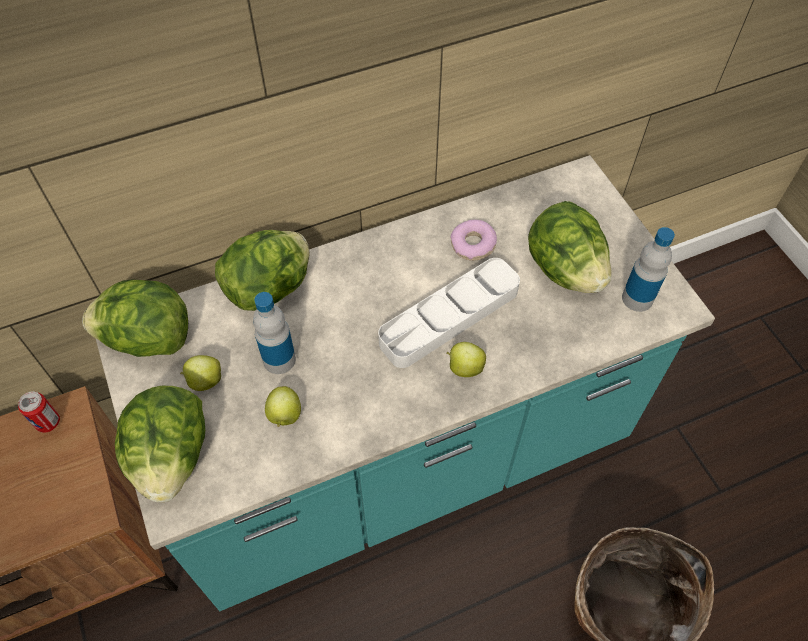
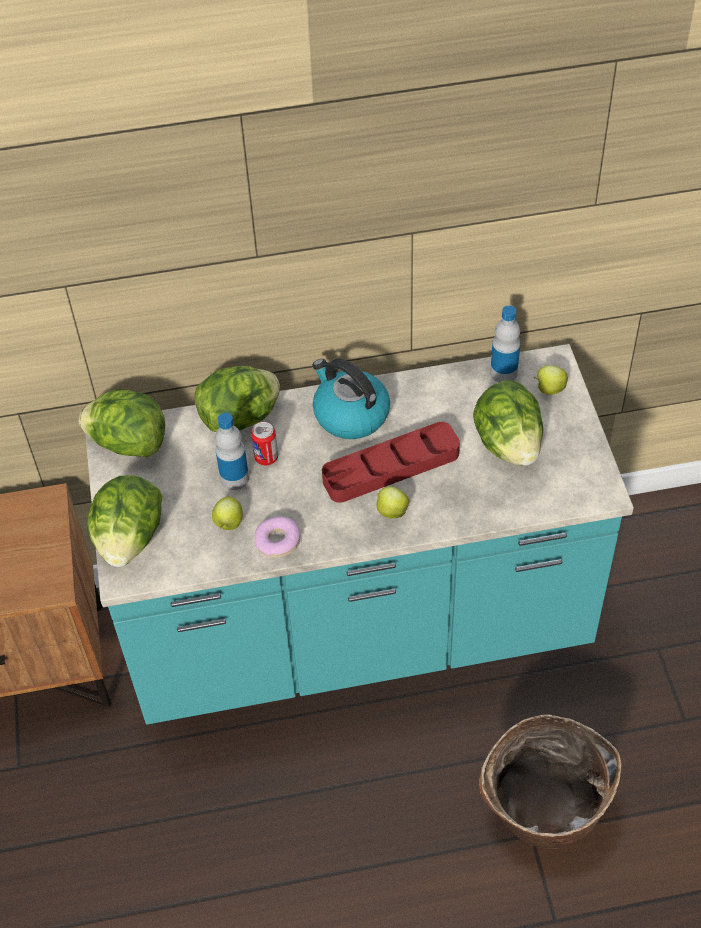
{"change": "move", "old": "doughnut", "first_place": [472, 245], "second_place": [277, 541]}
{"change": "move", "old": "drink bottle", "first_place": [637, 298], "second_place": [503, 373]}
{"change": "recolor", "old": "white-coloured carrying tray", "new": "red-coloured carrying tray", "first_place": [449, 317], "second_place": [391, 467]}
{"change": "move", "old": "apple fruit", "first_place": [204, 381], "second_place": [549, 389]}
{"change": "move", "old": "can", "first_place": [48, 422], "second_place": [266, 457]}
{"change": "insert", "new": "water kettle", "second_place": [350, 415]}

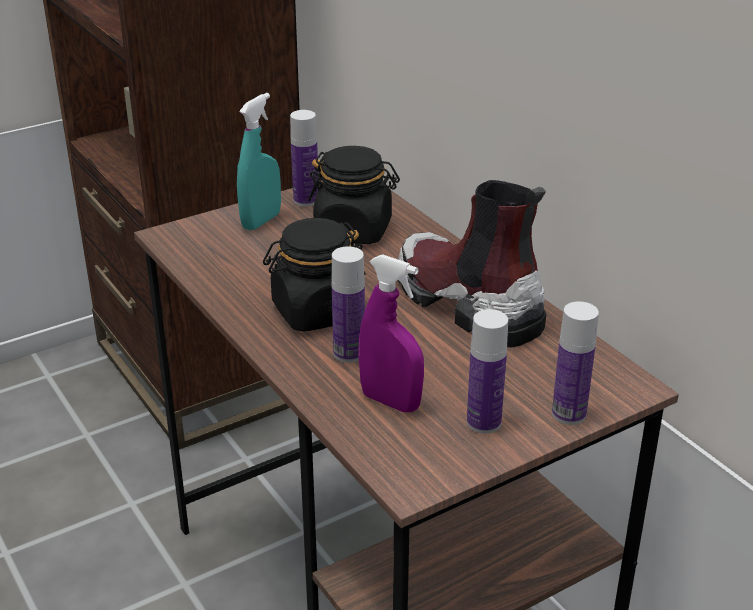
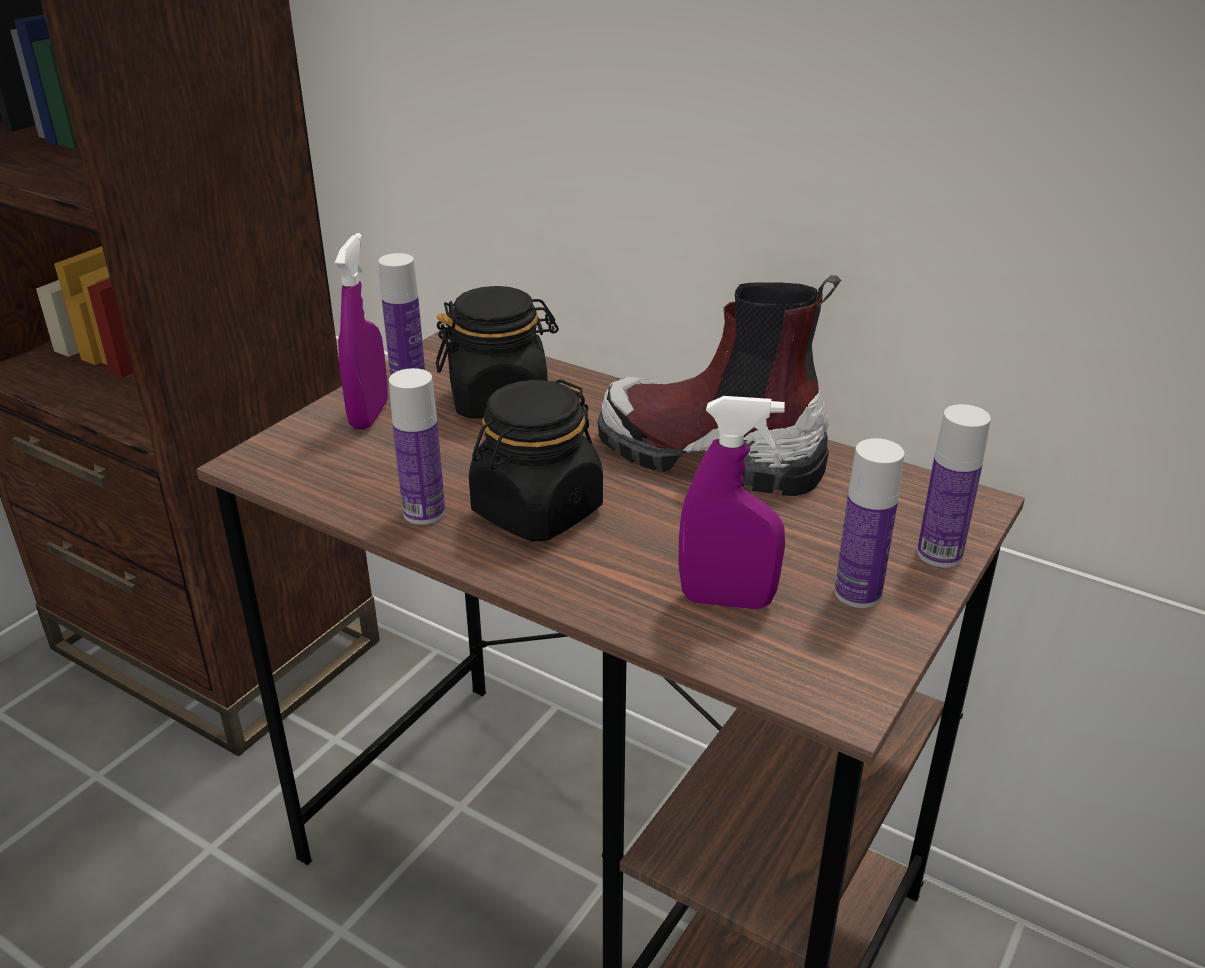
{"change": "recolor", "old": "blue-green hand sprayer", "new": "purple hand sprayer", "first_place": [261, 221], "second_place": [369, 415]}
{"change": "move", "old": "drink bottle", "first_place": [349, 353], "second_place": [424, 512]}

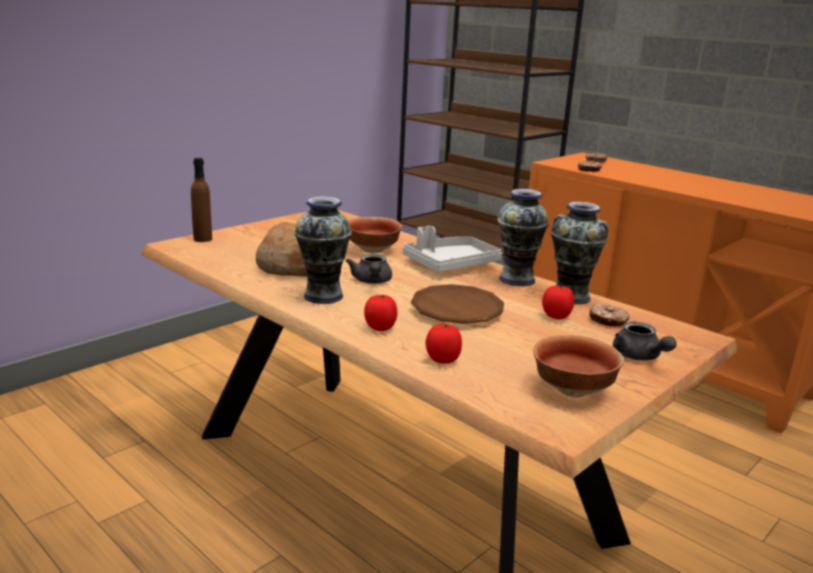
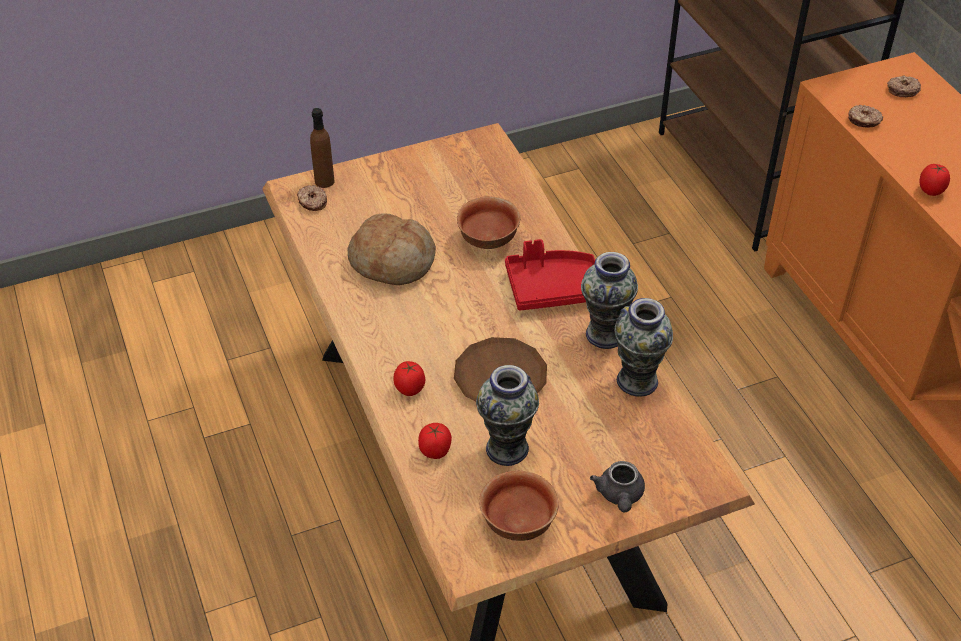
{"change": "move", "old": "flower vase", "first_place": [324, 296], "second_place": [507, 448]}
{"change": "recolor", "old": "gray carrying tray", "new": "red-coloured carrying tray", "first_place": [450, 264], "second_place": [553, 288]}
{"change": "delete", "old": "gray tea pot", "first_place": [371, 282]}
{"change": "move", "old": "fresh tomato", "first_place": [555, 316], "second_place": [930, 190]}
{"change": "move", "old": "doughnut", "first_place": [607, 321], "second_place": [312, 202]}

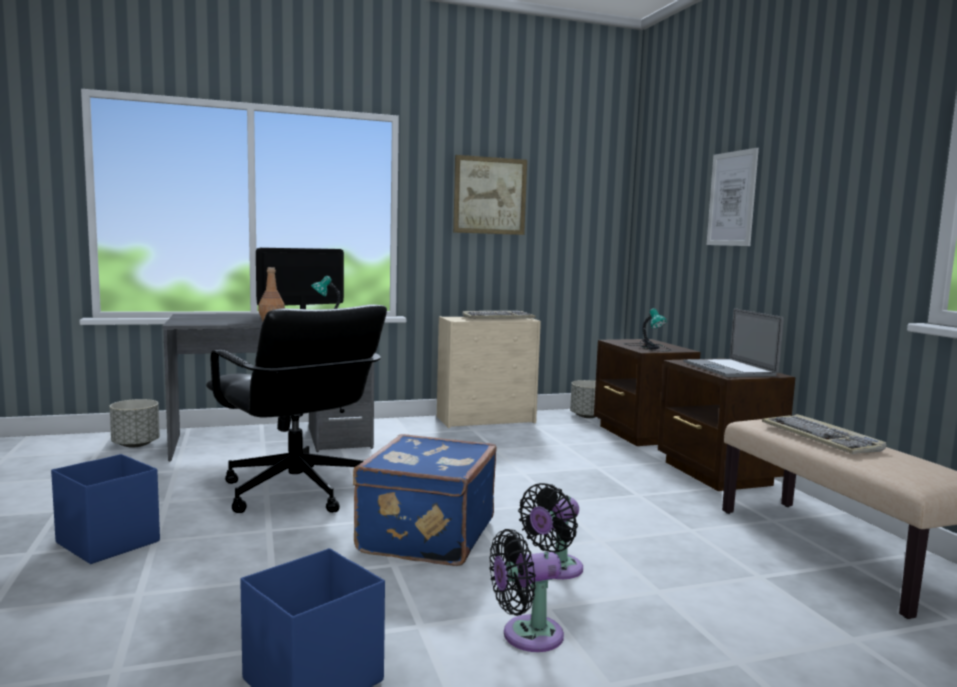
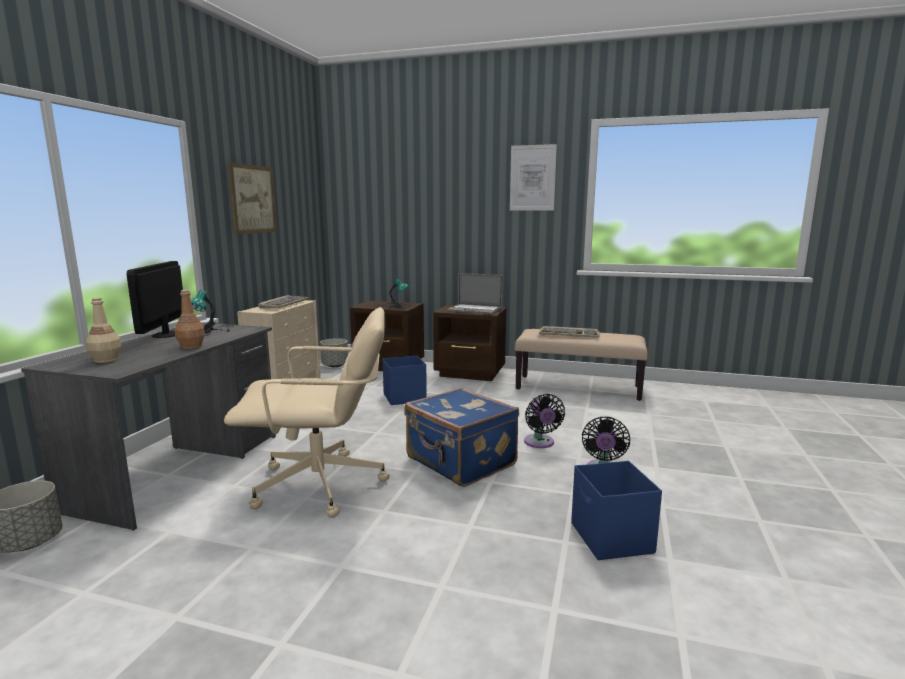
{"change": "move", "old": "wall art", "first_place": [732, 199], "second_place": [532, 178]}
{"change": "recolor", "old": "black-coloured office chair", "new": "beige office chair", "first_place": [295, 492], "second_place": [321, 485]}
{"change": "move", "old": "blue storage box", "first_place": [108, 542], "second_place": [404, 398]}
{"change": "insert", "new": "beige drink bottle", "second_place": [105, 360]}

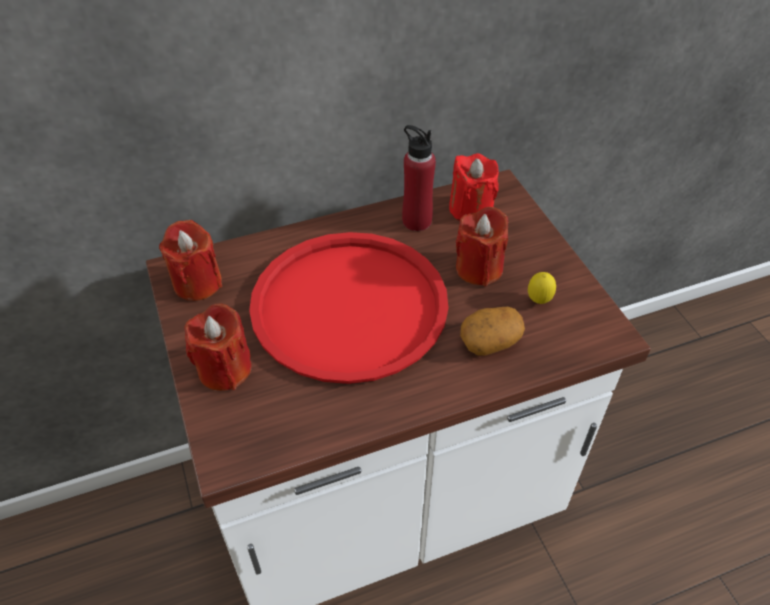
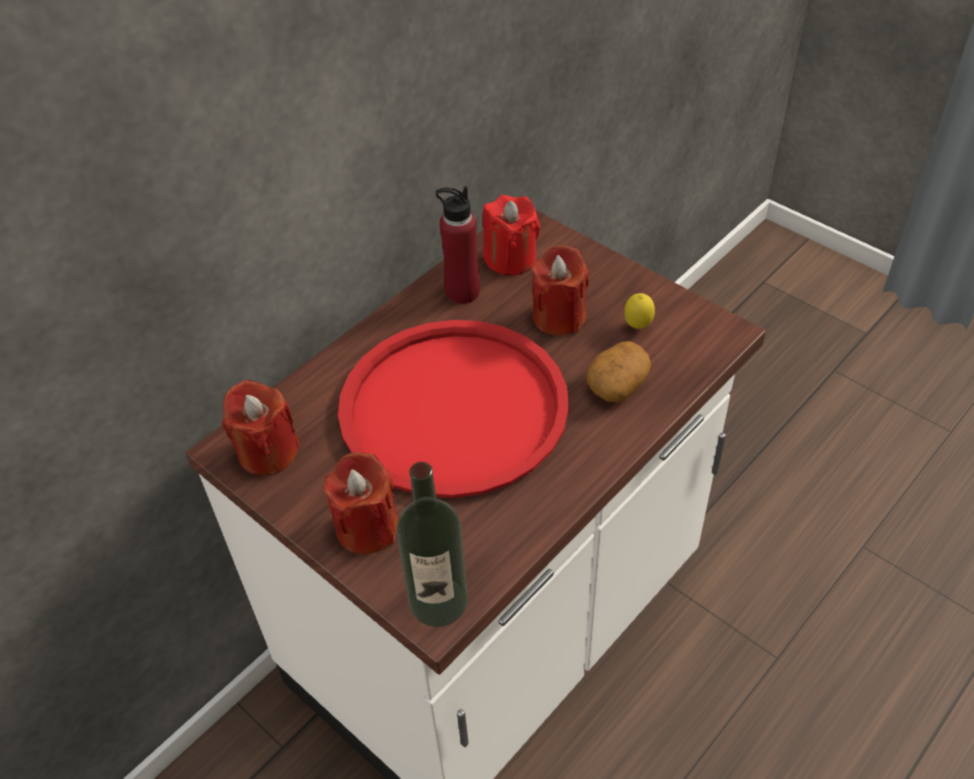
{"change": "insert", "new": "drink bottle", "second_place": [438, 601]}

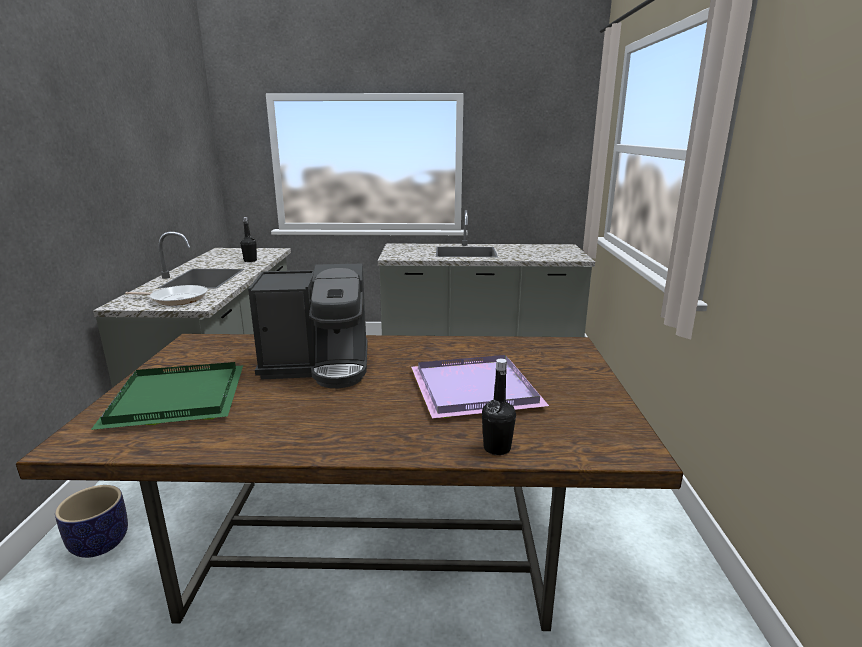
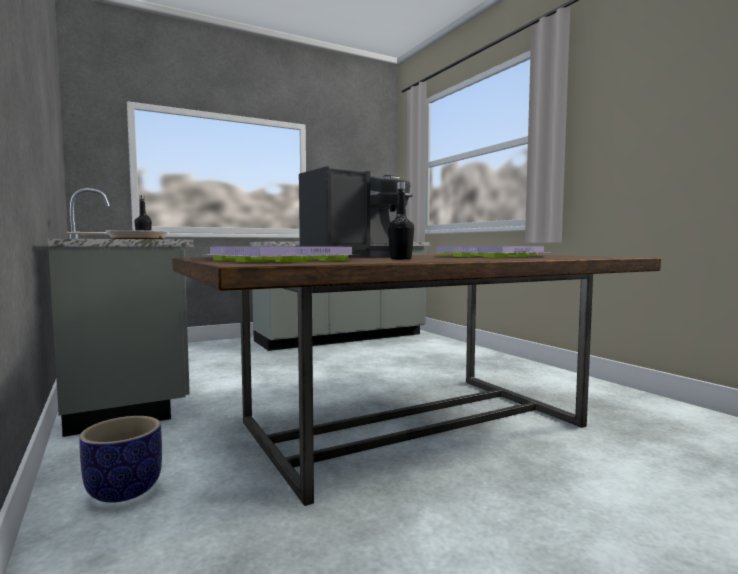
{"change": "move", "old": "black-coloured drink bottle", "first_place": [497, 448], "second_place": [400, 259]}
{"change": "recolor", "old": "green carrying tray", "new": "purple carrying tray", "first_place": [179, 399], "second_place": [283, 260]}

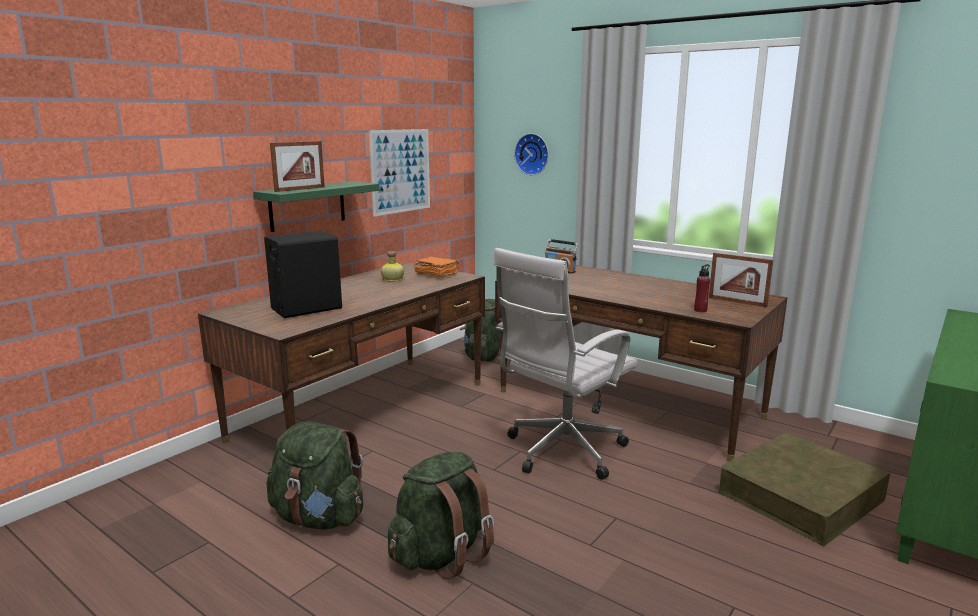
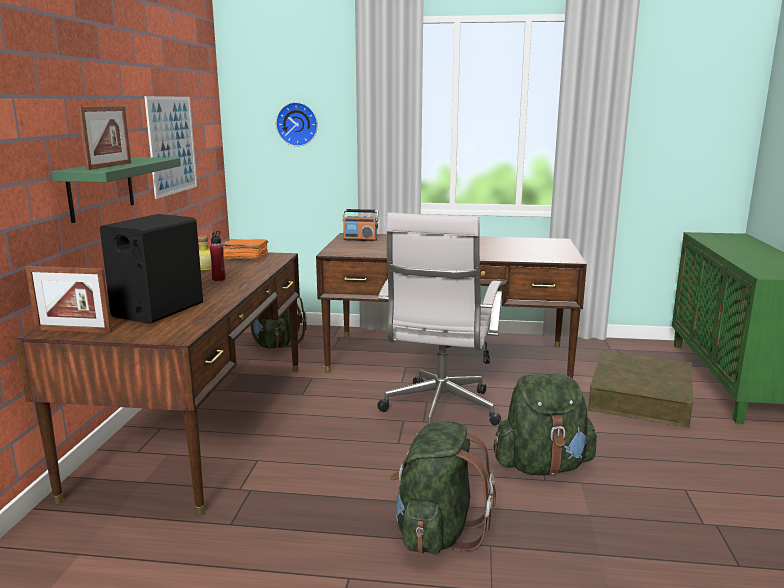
{"change": "move", "old": "photo frame", "first_place": [737, 302], "second_place": [73, 330]}
{"change": "move", "old": "red-coloured drink bottle", "first_place": [700, 310], "second_place": [219, 279]}
{"change": "move", "old": "green rucksack", "first_place": [319, 518], "second_place": [542, 466]}

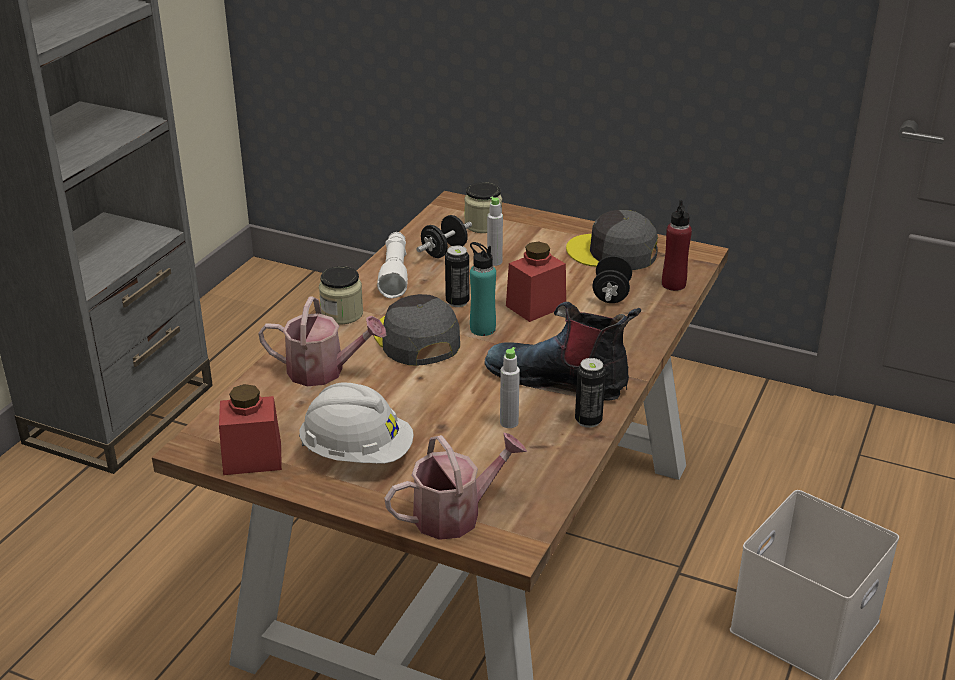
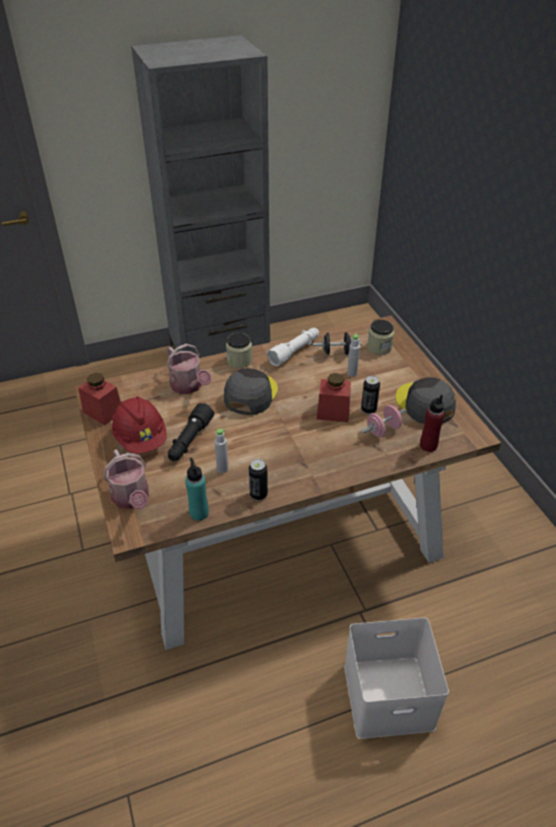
{"change": "move", "old": "blue-green drink bottle", "first_place": [482, 329], "second_place": [199, 513]}
{"change": "move", "old": "can", "first_place": [457, 302], "second_place": [368, 410]}
{"change": "recolor", "old": "black-coloured dumbbell", "new": "pinkish dumbbell", "first_place": [611, 295], "second_place": [383, 430]}
{"change": "delete", "old": "high-top boot", "first_place": [559, 379]}
{"change": "recolor", "old": "white-coloured hard hat", "new": "red-coloured hard hat", "first_place": [357, 453], "second_place": [141, 438]}
{"change": "rotate", "old": "sprinkling can", "first_place": [455, 514], "second_place": [132, 499], "degrees": 45}
{"change": "insert", "new": "black-coloured hand torch", "second_place": [190, 440]}

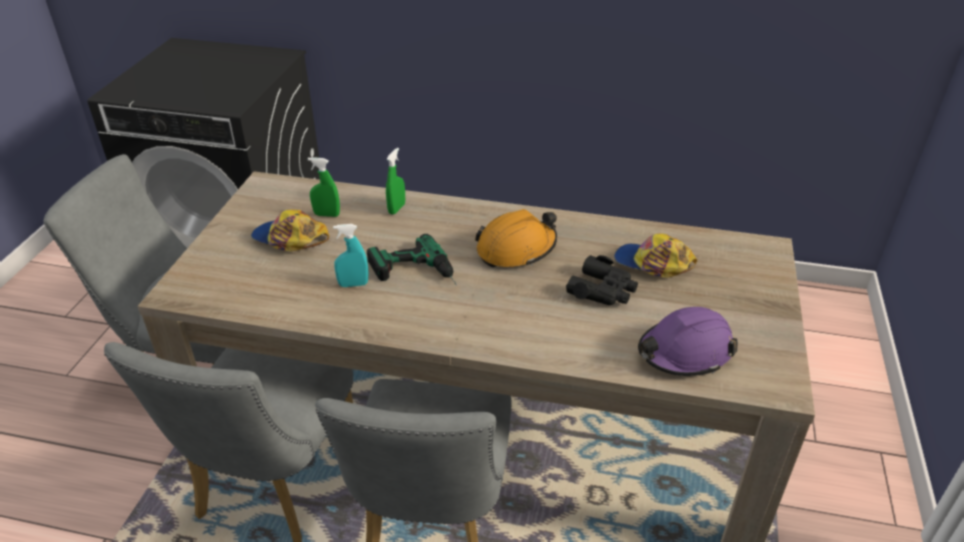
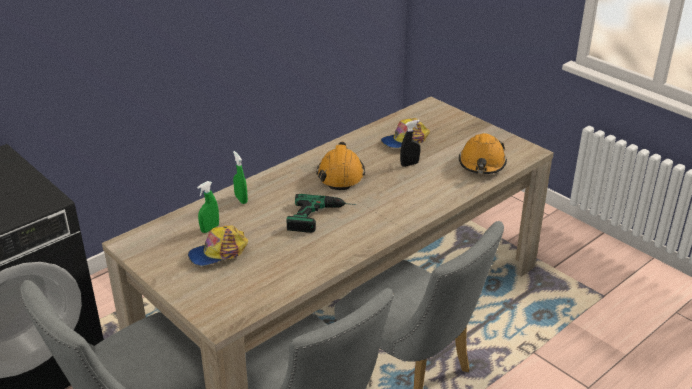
{"change": "delete", "old": "blue-green hand sprayer", "first_place": [353, 284]}
{"change": "replace", "old": "black-coloured binoculars", "new": "black-coloured hand sprayer", "first_place": [603, 290], "second_place": [409, 164]}
{"change": "recolor", "old": "purple hard hat", "new": "orange hard hat", "first_place": [684, 352], "second_place": [482, 163]}

